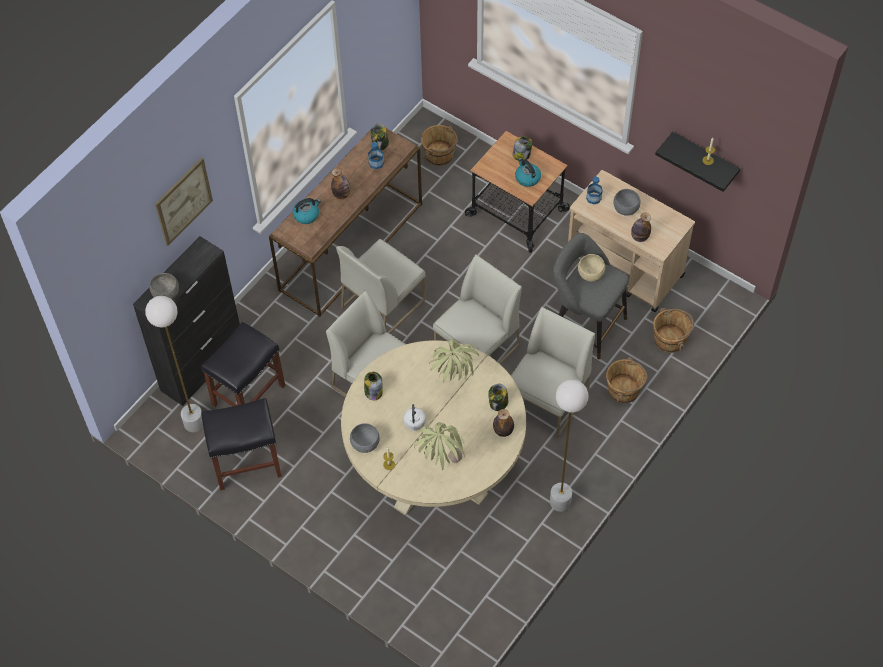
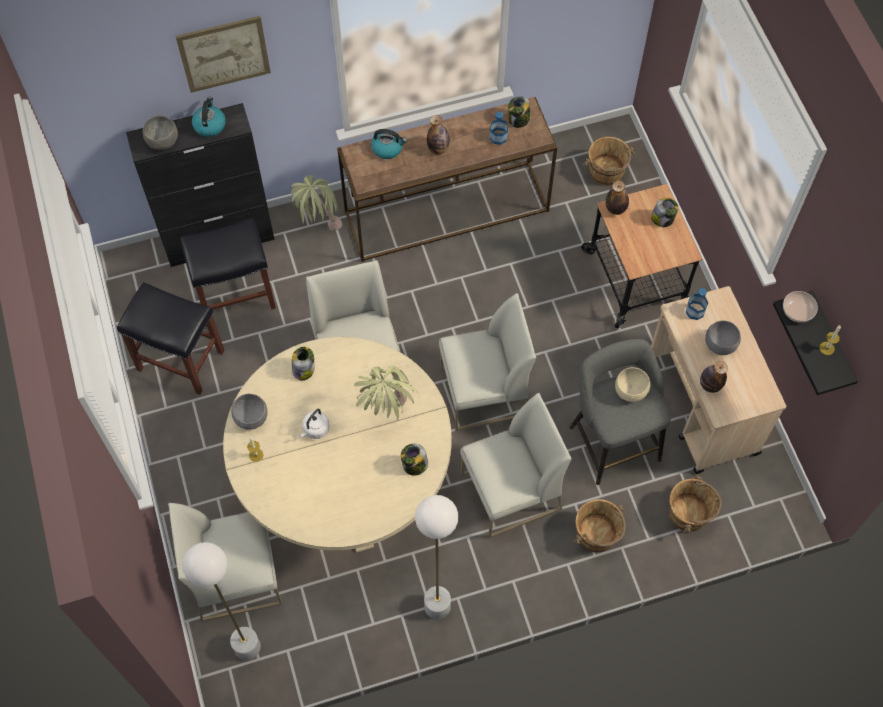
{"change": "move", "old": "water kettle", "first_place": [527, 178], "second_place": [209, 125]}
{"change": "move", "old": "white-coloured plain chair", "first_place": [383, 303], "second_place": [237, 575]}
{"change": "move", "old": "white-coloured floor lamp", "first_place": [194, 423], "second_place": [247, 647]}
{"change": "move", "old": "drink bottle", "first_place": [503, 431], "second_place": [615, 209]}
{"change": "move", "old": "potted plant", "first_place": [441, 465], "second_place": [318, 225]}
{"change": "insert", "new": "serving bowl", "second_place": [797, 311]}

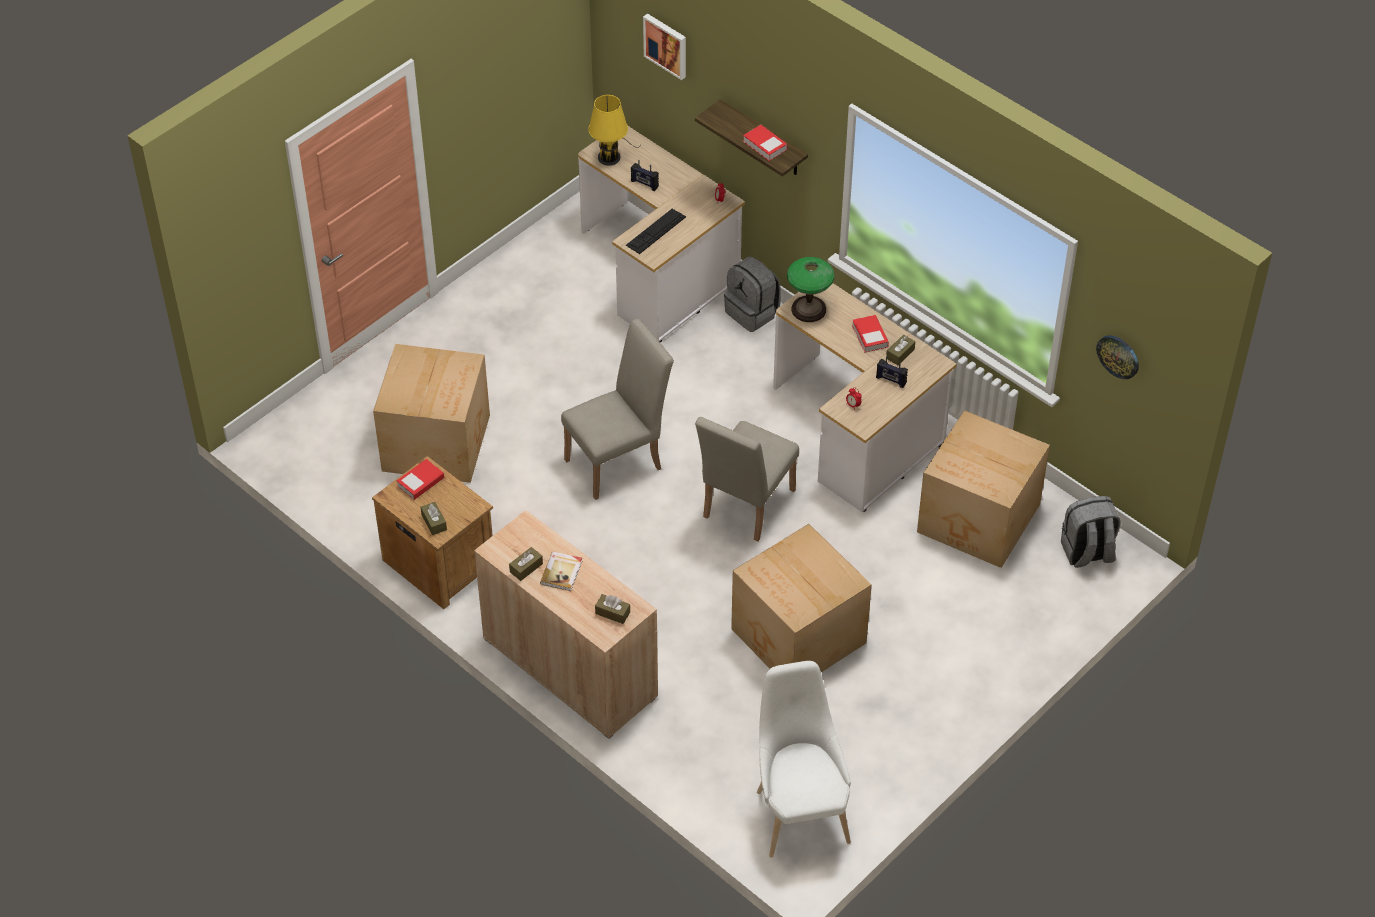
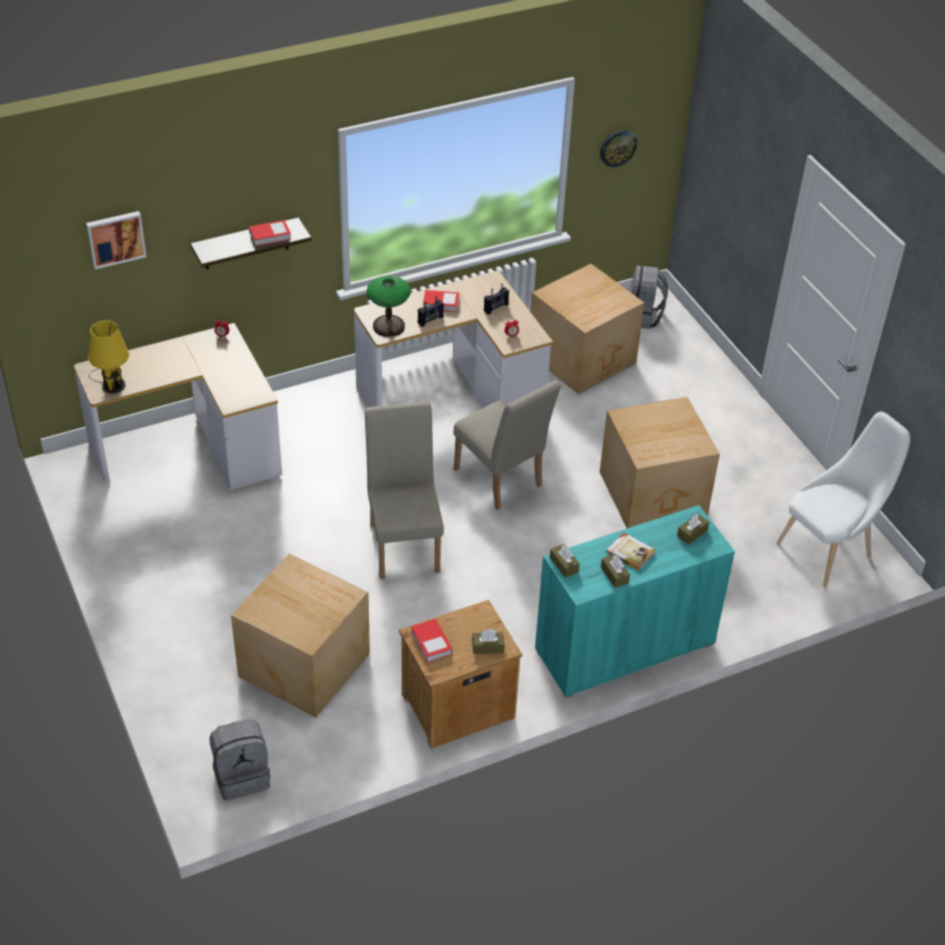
{"change": "move", "old": "radio set", "first_place": [644, 184], "second_place": [430, 320]}
{"change": "delete", "old": "keyboard", "first_place": [655, 231]}
{"change": "move", "old": "gray rucksack", "first_place": [752, 312], "second_place": [242, 776]}
{"change": "move", "old": "brownish box of tissues", "first_place": [900, 354], "second_place": [564, 565]}
{"change": "recolor", "old": "beige cabinet", "new": "blue-green cabinet", "first_place": [570, 668], "second_place": [624, 647]}
{"change": "rotate", "old": "white-coloured plain chair", "first_place": [799, 811], "second_place": [829, 549], "degrees": 135}

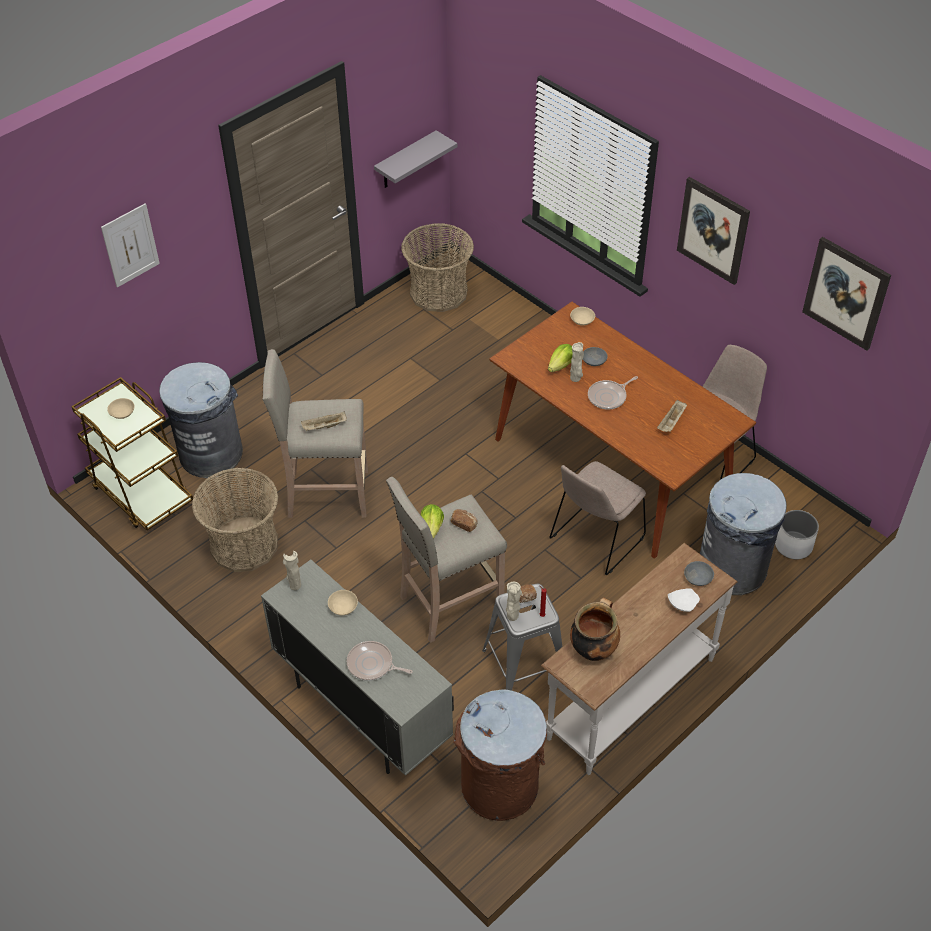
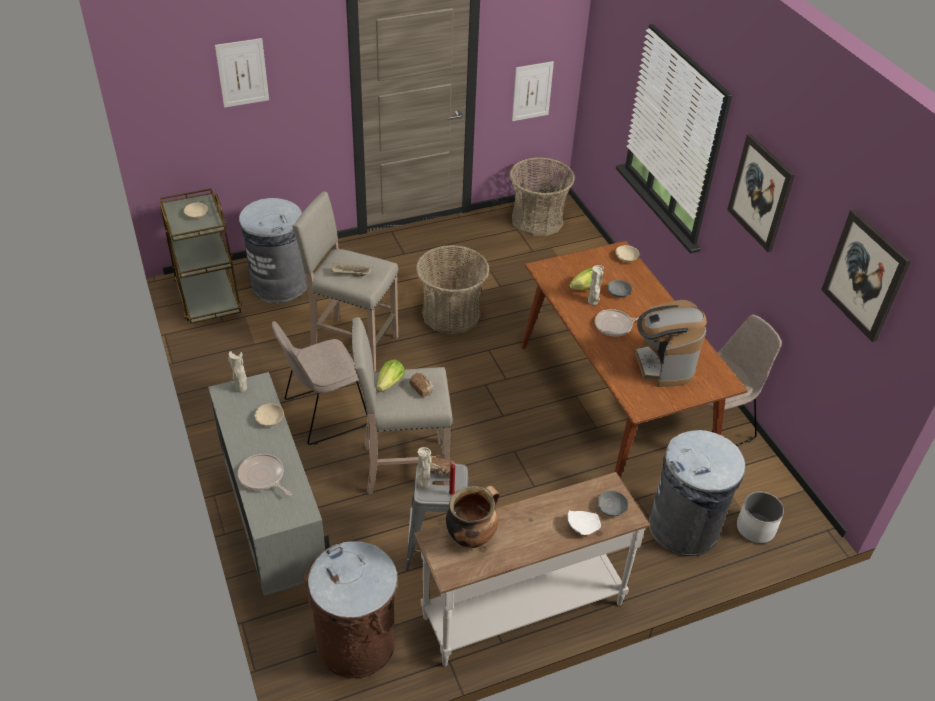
{"change": "replace", "old": "gray bracket shelf", "new": "wall art", "first_place": [406, 161], "second_place": [532, 91]}
{"change": "replace", "old": "beige carrying tray", "new": "coffee machine", "first_place": [671, 422], "second_place": [663, 365]}
{"change": "move", "old": "beige plain chair", "first_place": [595, 540], "second_place": [323, 414]}
{"change": "move", "old": "storage basket", "first_place": [244, 544], "second_place": [451, 314]}

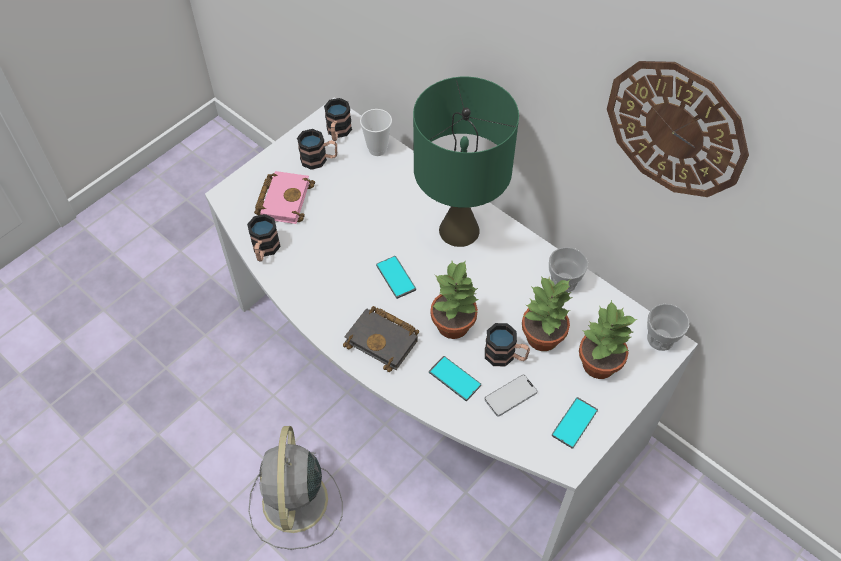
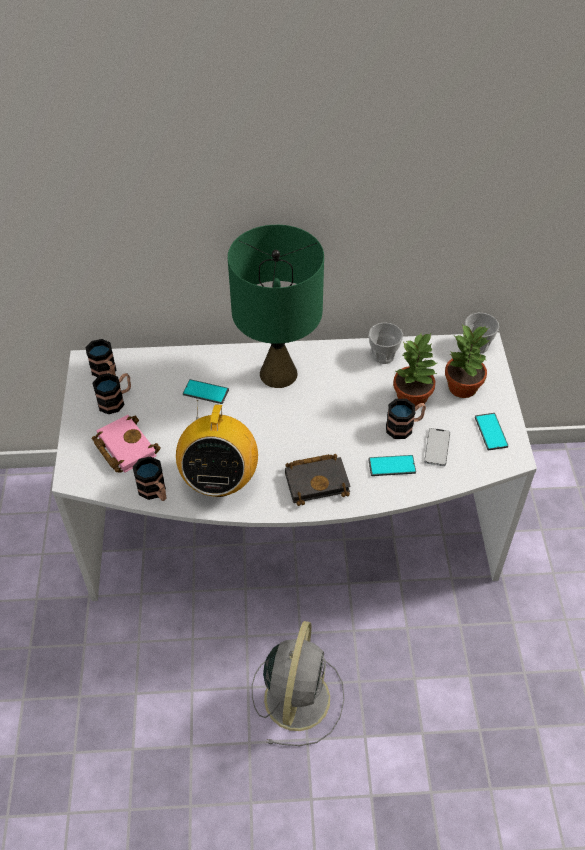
{"change": "delete", "old": "clock on the wall", "first_place": [676, 128]}
{"change": "delete", "old": "small cup", "first_place": [377, 149]}
{"change": "move", "old": "handset", "first_place": [396, 277], "second_place": [206, 392]}
{"change": "delete", "old": "potted plant", "first_place": [454, 325]}
{"change": "rotate", "old": "gray fan", "first_place": [295, 504], "second_place": [297, 695], "degrees": -120}
{"change": "insert", "new": "radio set", "second_place": [219, 480]}

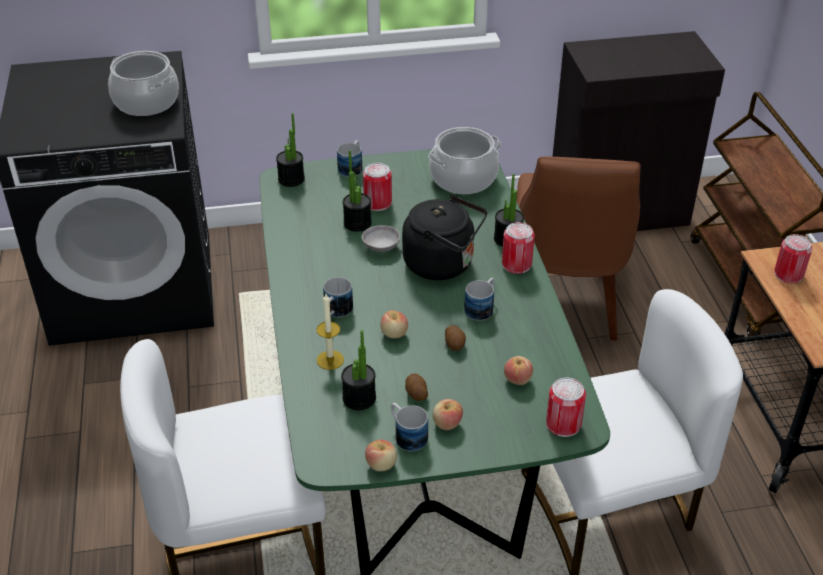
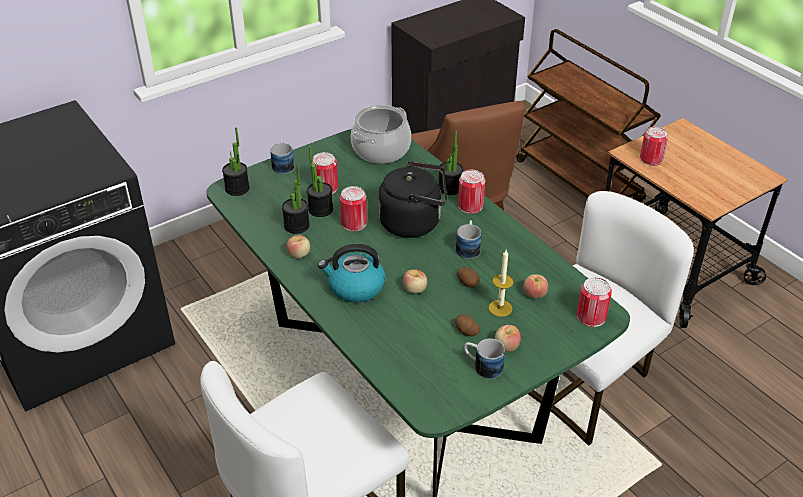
{"change": "delete", "old": "stockpot", "first_place": [147, 101]}
{"change": "replace", "old": "gray serving bowl", "new": "can", "first_place": [381, 247], "second_place": [354, 223]}
{"change": "replace", "old": "tea mug", "new": "water kettle", "first_place": [336, 312], "second_place": [355, 287]}
{"change": "move", "old": "wax candle", "first_place": [330, 360], "second_place": [500, 308]}
{"change": "move", "old": "potted plant", "first_place": [359, 398], "second_place": [296, 225]}
{"change": "move", "old": "apple fruit", "first_place": [381, 465], "second_place": [299, 254]}

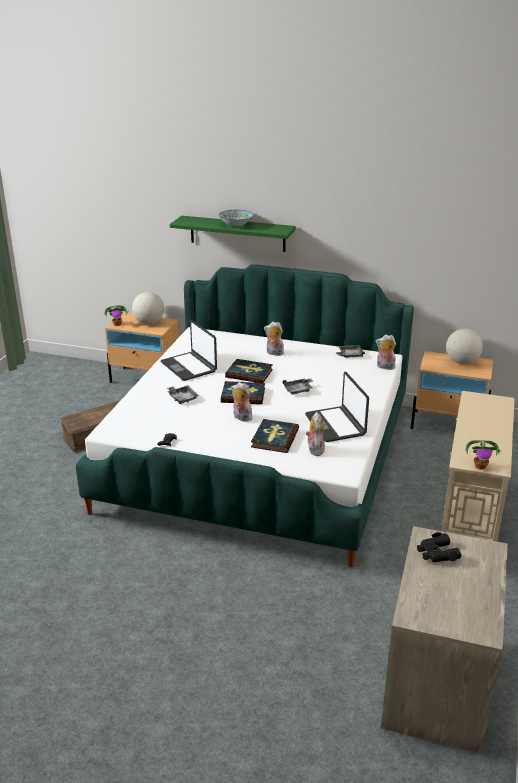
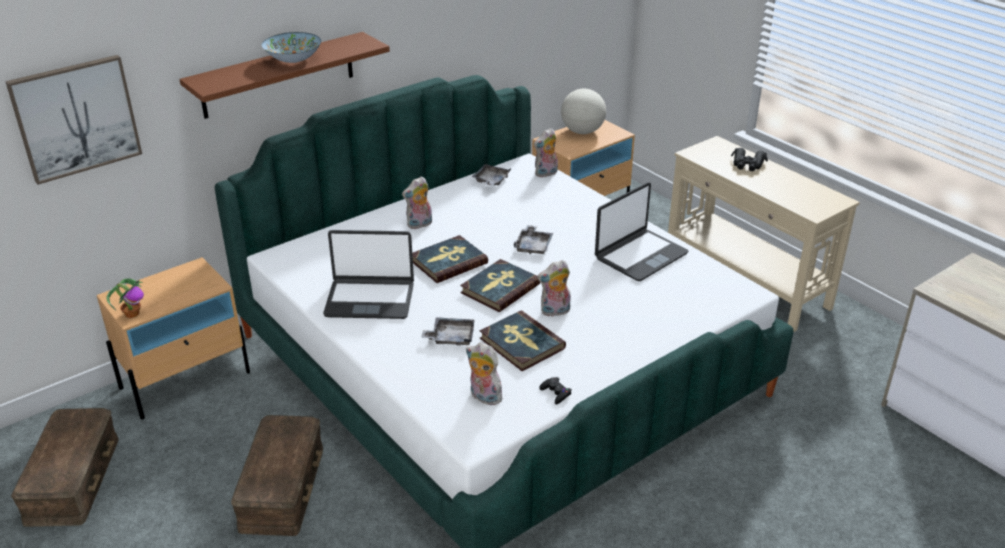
{"change": "recolor", "old": "green bracket shelf", "new": "brownish bracket shelf", "first_place": [237, 233], "second_place": [278, 75]}
{"change": "delete", "old": "desk globe", "first_place": [149, 322]}
{"change": "rotate", "old": "notebook computer", "first_place": [336, 425], "second_place": [640, 256], "degrees": -60}
{"change": "move", "old": "plush toy", "first_place": [314, 449], "second_place": [483, 397]}
{"change": "move", "old": "volume", "first_place": [274, 438], "second_place": [521, 343]}
{"change": "delete", "old": "potted plant", "first_place": [480, 466]}
{"change": "move", "old": "black-coloured binoculars", "first_place": [436, 553], "second_place": [747, 164]}
{"change": "insert", "new": "wall art", "second_place": [76, 118]}
{"change": "insert", "new": "brownish storage box", "second_place": [74, 479]}

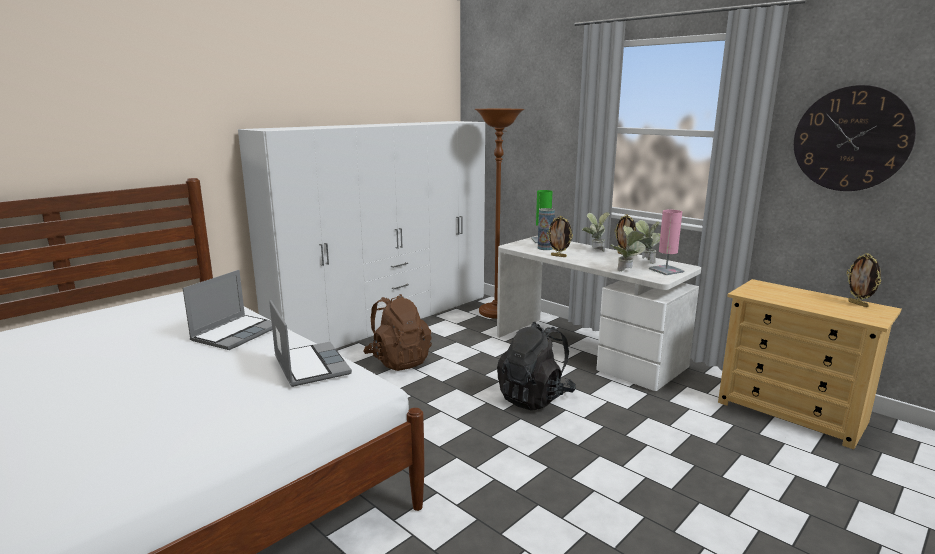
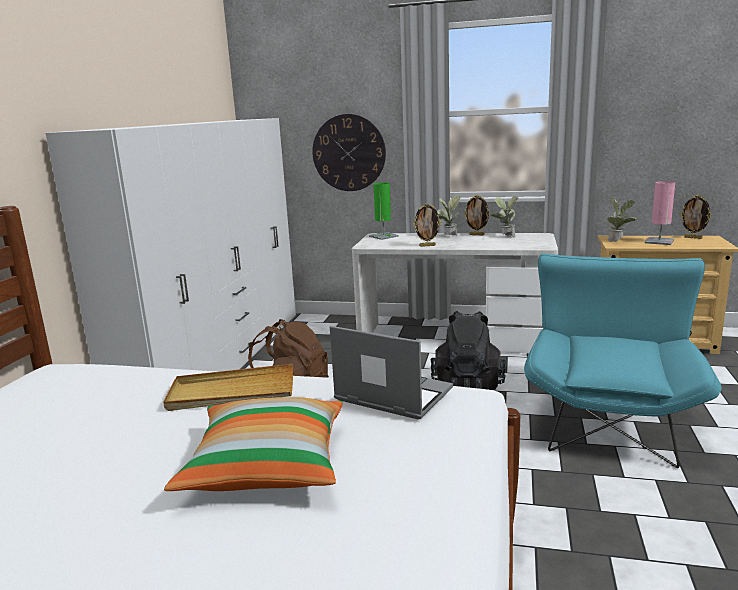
{"change": "move", "old": "clock on the wall", "first_place": [851, 139], "second_place": [349, 153]}
{"change": "delete", "old": "brownish floor lamp", "first_place": [496, 313]}
{"change": "delete", "old": "flower vase", "first_place": [545, 248]}
{"change": "move", "old": "pinkish table lamp", "first_place": [666, 270], "second_place": [659, 241]}
{"change": "move", "old": "potted plant", "first_place": [627, 271], "second_place": [618, 241]}
{"change": "replace", "old": "notebook computer", "new": "beige carrying tray", "first_place": [236, 333], "second_place": [232, 392]}
{"change": "insert", "new": "blue-green armchair", "second_place": [608, 415]}
{"change": "insert", "new": "throw pillow", "second_place": [266, 465]}

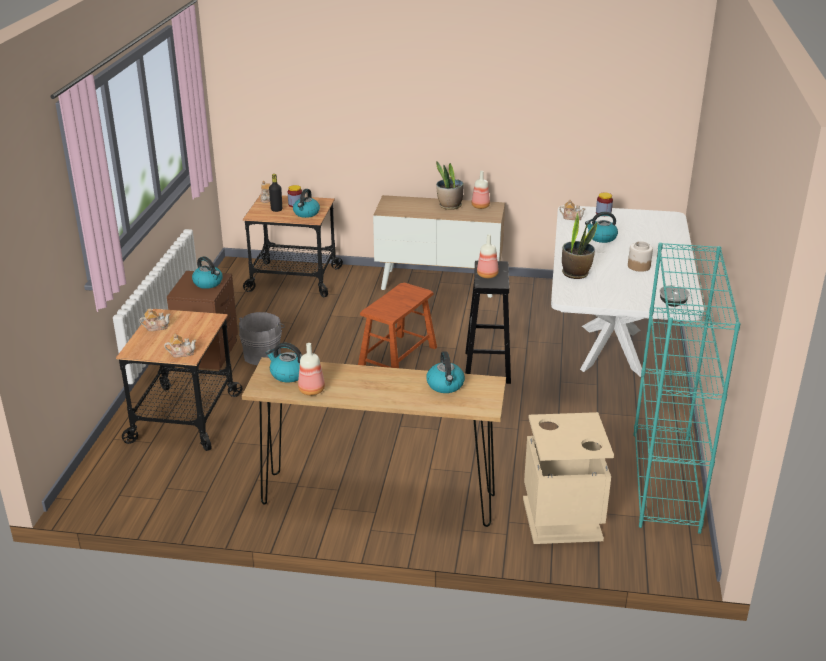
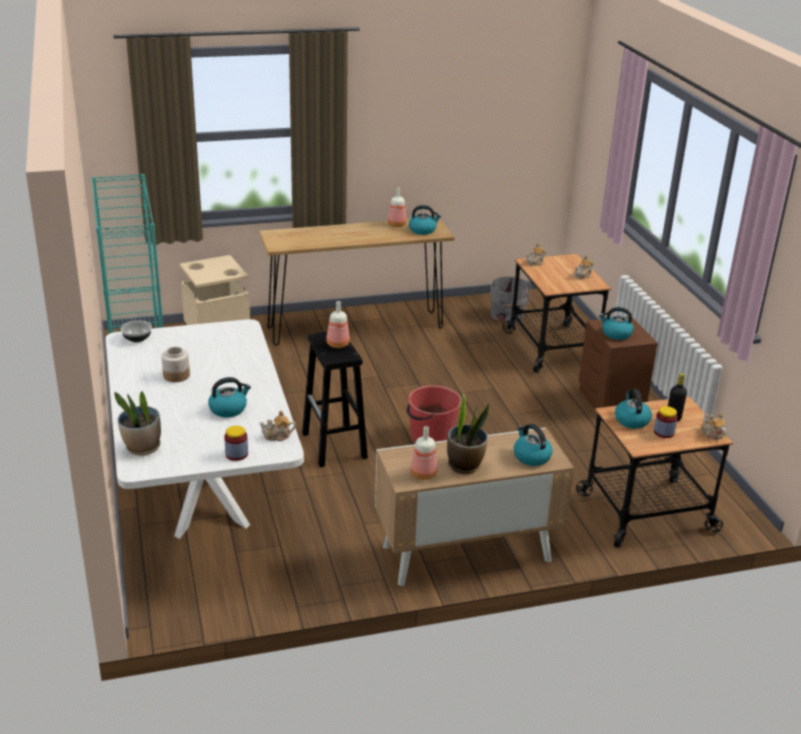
{"change": "move", "old": "potted plant", "first_place": [576, 273], "second_place": [142, 447]}
{"change": "replace", "old": "brownish stool seat", "new": "red-coloured bucket", "first_place": [398, 357], "second_place": [431, 437]}
{"change": "move", "old": "gray bucket", "first_place": [263, 354], "second_place": [507, 316]}
{"change": "move", "old": "water kettle", "first_place": [445, 385], "second_place": [531, 456]}

